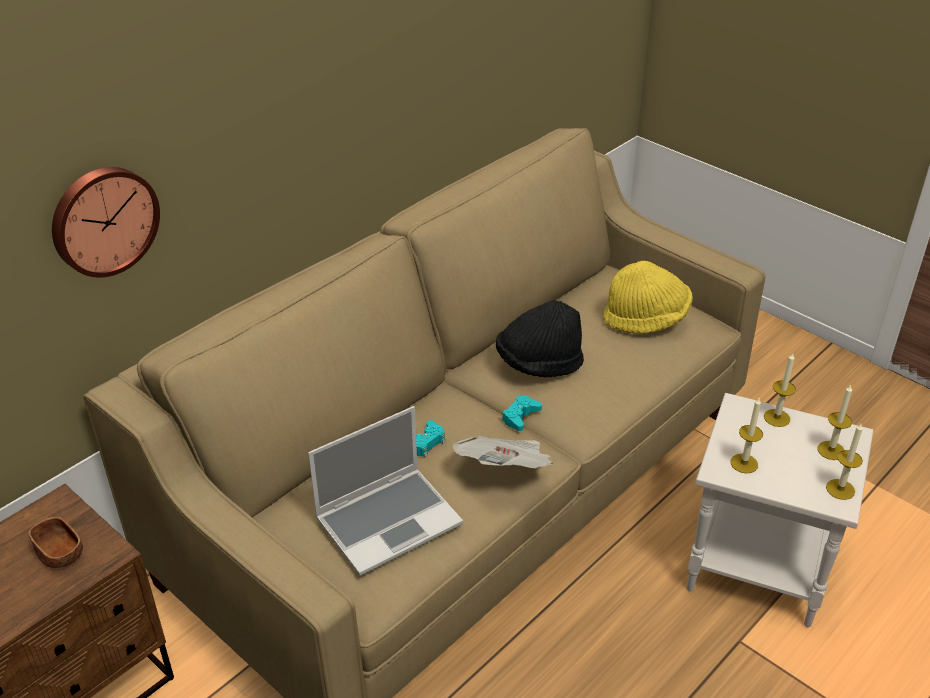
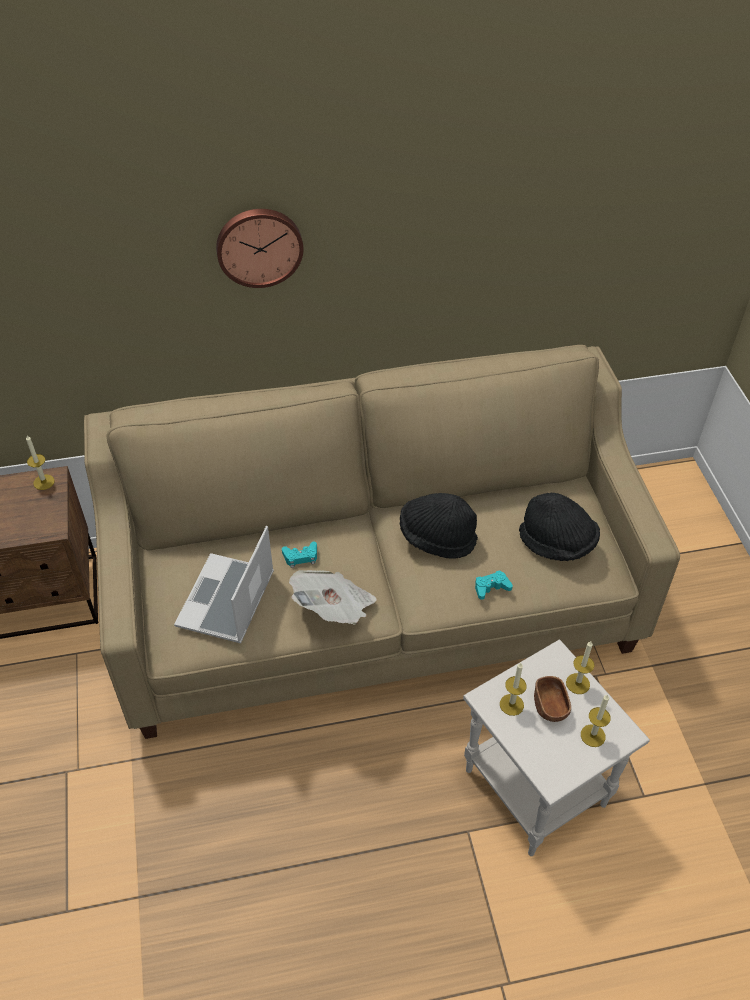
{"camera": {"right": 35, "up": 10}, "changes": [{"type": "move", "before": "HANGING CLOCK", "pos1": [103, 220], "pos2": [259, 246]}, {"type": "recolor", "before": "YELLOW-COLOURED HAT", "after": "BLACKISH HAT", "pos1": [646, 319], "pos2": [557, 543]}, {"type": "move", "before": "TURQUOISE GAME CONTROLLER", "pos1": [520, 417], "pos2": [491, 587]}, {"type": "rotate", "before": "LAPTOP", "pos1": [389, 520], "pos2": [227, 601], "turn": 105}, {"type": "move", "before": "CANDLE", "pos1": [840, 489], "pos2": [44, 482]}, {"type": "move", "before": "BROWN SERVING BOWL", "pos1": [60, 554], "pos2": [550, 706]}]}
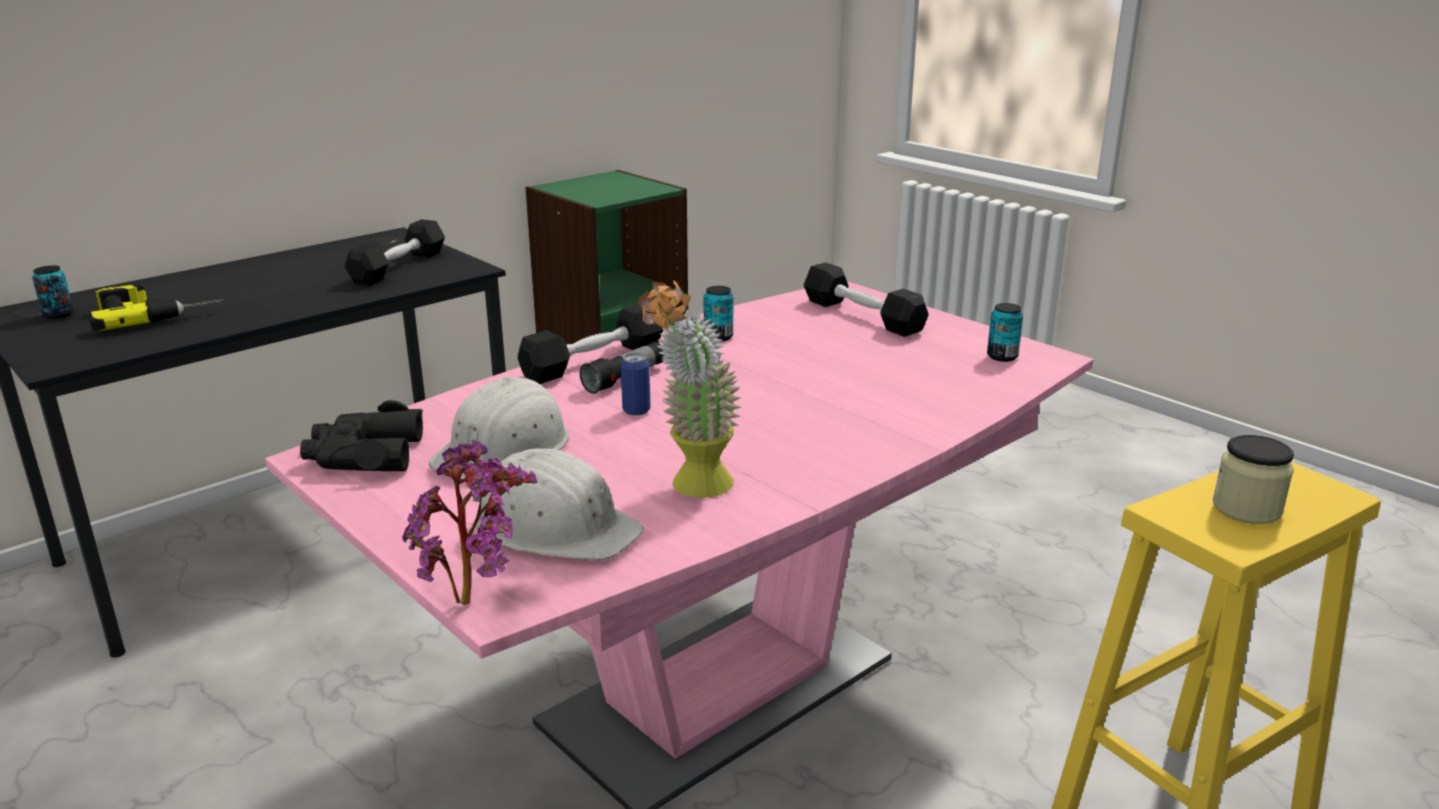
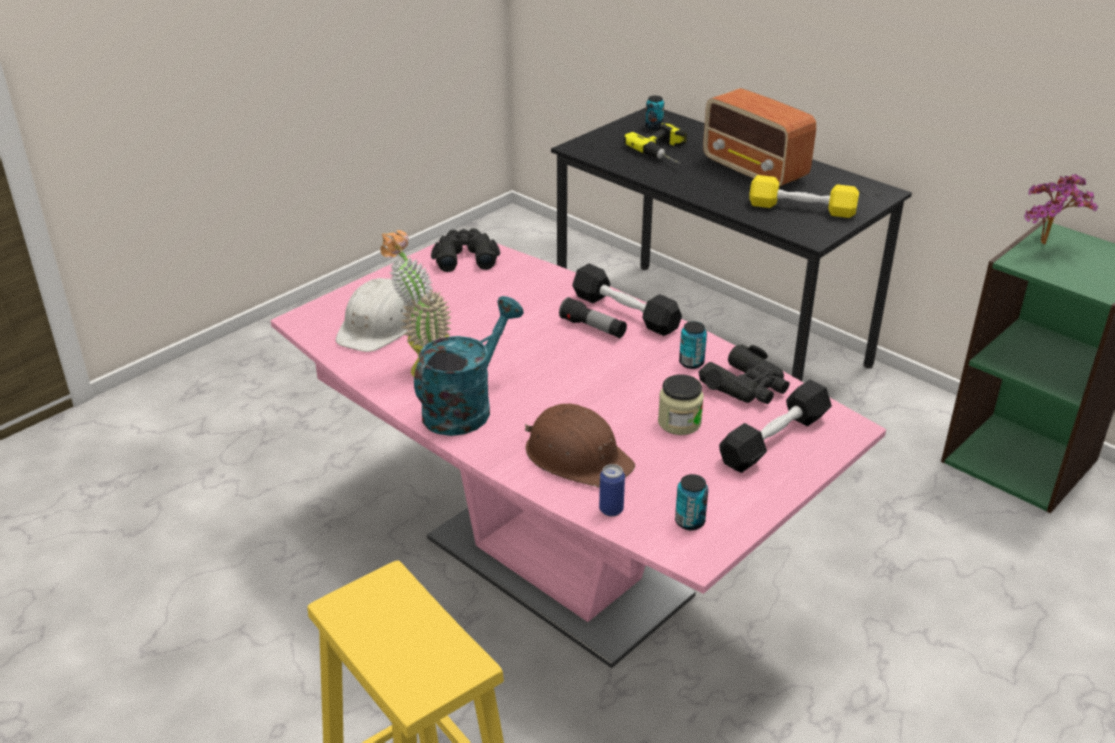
{"camera": {"right": 85, "up": 10}, "changes": [{"type": "recolor", "before": "BLACKISH DUMBBELL", "after": "YELLOW-COLOURED DUMBBELL", "pos1": [399, 267], "pos2": [801, 208]}, {"type": "move", "before": "CAN", "pos1": [636, 411], "pos2": [611, 509]}, {"type": "delete", "before": "WHITE HARD HAT", "pos1": [505, 449]}, {"type": "move", "before": "JAR", "pos1": [1246, 508], "pos2": [679, 422]}, {"type": "move", "before": "HOUSEPLANT", "pos1": [477, 601], "pos2": [1047, 246]}, {"type": "insert", "after": "RADIO SET", "pos2": [755, 170]}, {"type": "insert", "after": "TURQUOISE WATERING CAN", "pos2": [465, 406]}, {"type": "insert", "after": "BLACKISH FIELD GLASSES", "pos2": [746, 386]}, {"type": "insert", "after": "BROWN HARD HAT", "pos2": [577, 456]}]}
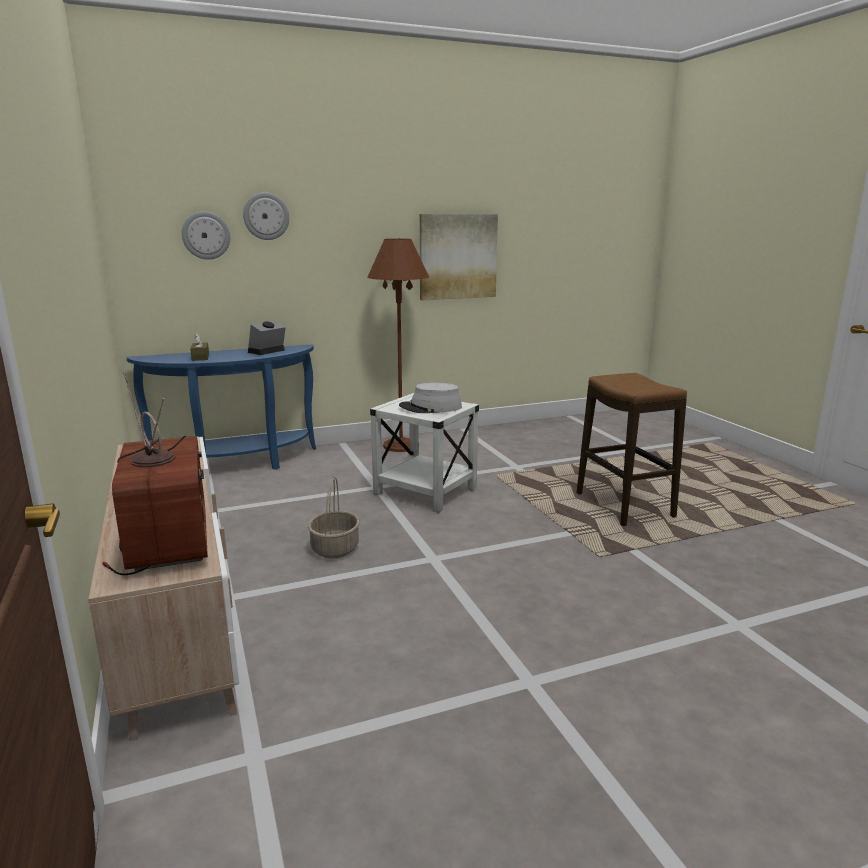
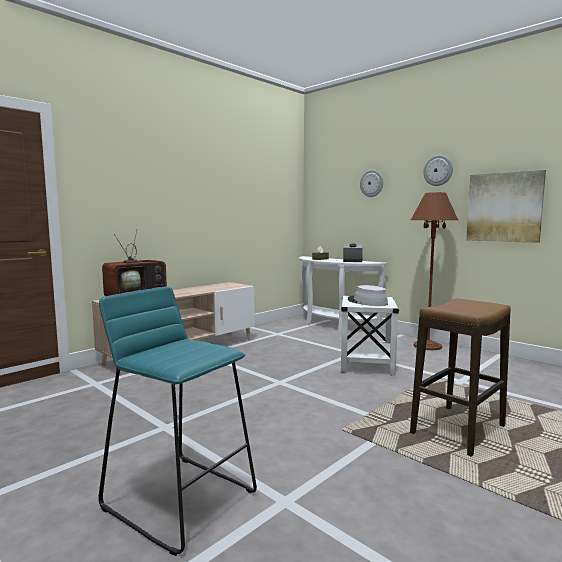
{"camera": {"right": 65, "up": -10}, "changes": [{"type": "move", "before": "HANGING CLOCK", "pos1": [206, 235], "pos2": [438, 170]}, {"type": "recolor", "before": "BLUE CONSOLE TABLE", "after": "WHITE CONSOLE TABLE", "pos1": [236, 465], "pos2": [332, 325]}, {"type": "delete", "before": "HOUSEHOLD BASKET", "pos1": [334, 548]}, {"type": "insert", "after": "TURQUOISE STOOL SEAT", "pos2": [180, 499]}]}
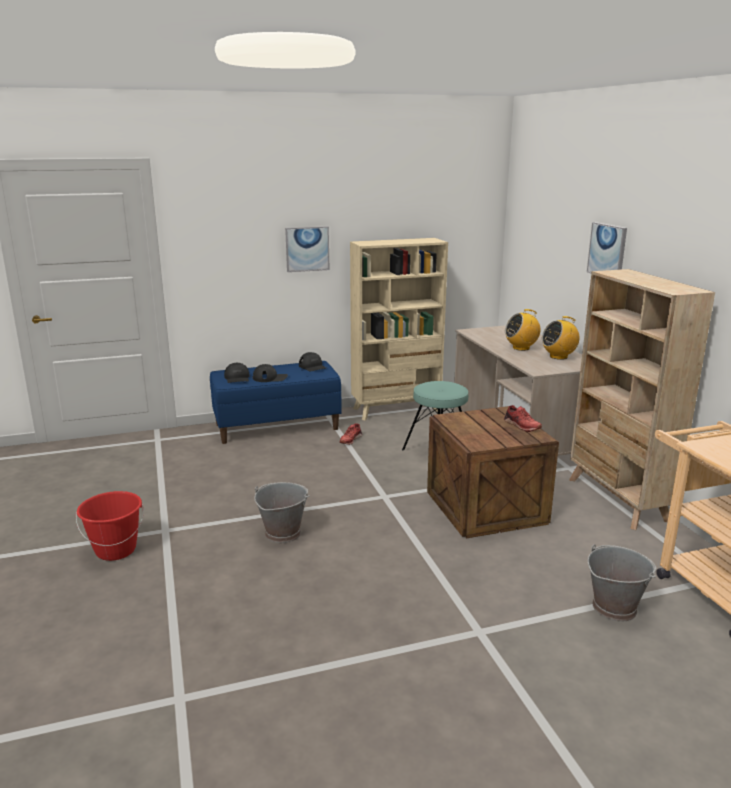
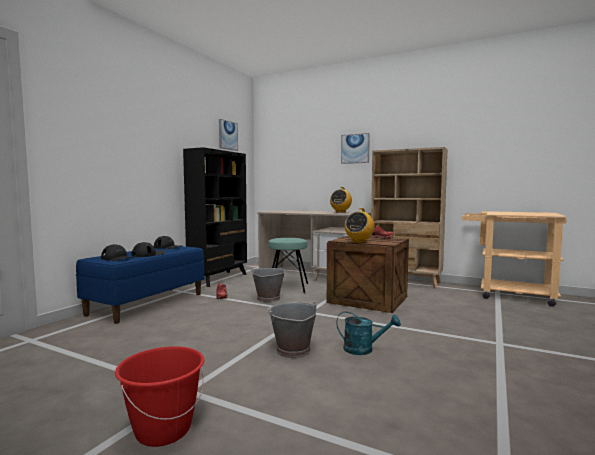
{"camera": {"right": -45, "up": -15}, "changes": [{"type": "move", "before": "WALL PICTURE", "pos1": [307, 249], "pos2": [228, 135]}, {"type": "recolor", "before": "BEIGE BOOKSHELF", "after": "BLACKISH BOOKSHELF", "pos1": [396, 410], "pos2": [219, 278]}, {"type": "move", "before": "RADIO SET", "pos1": [521, 348], "pos2": [359, 242]}, {"type": "move", "before": "GREYISH BUCKET", "pos1": [614, 607], "pos2": [268, 298]}, {"type": "insert", "after": "TURQUOISE WATERING CAN", "pos2": [364, 349]}]}
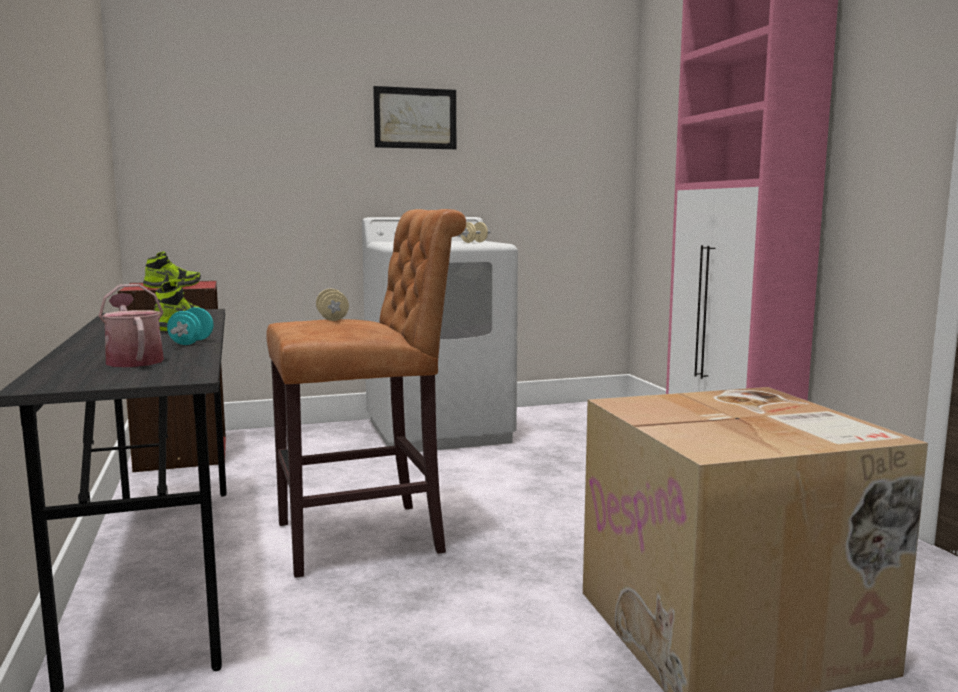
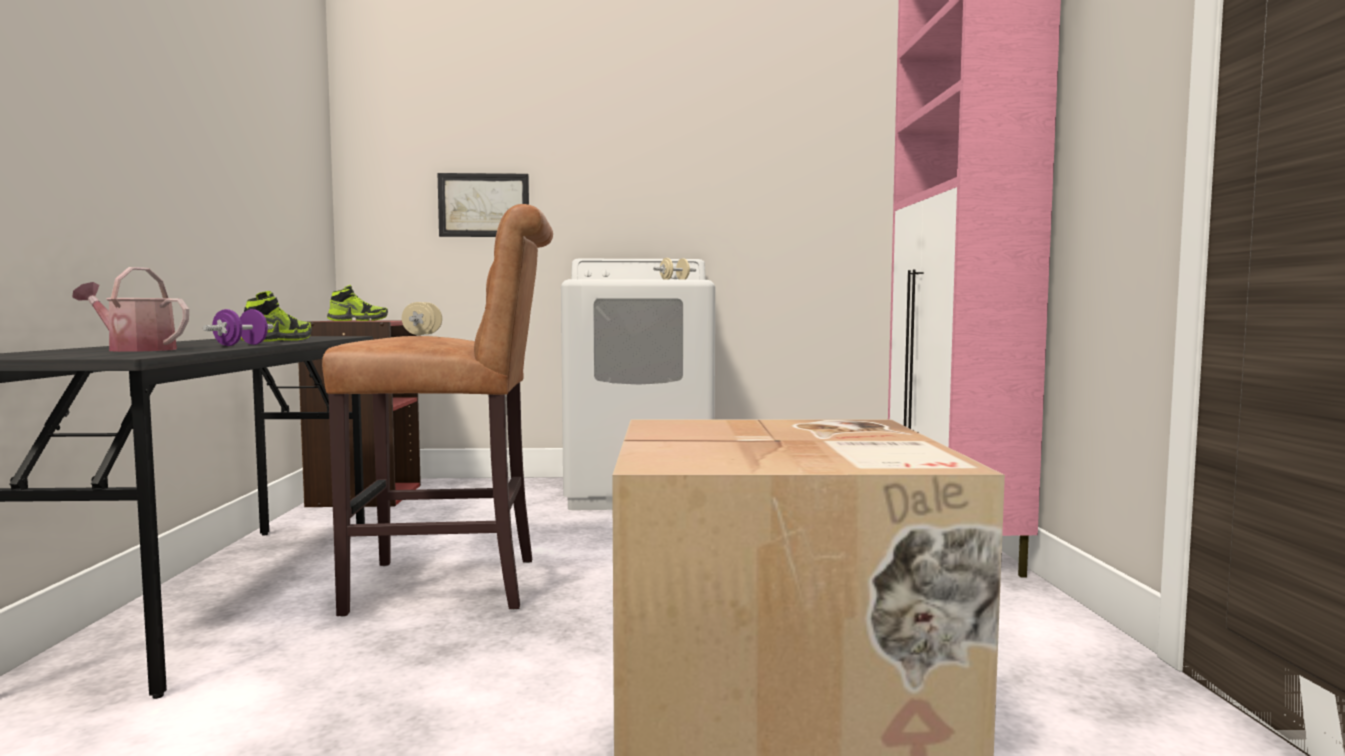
{"camera": {"right": 15, "up": -5}, "changes": [{"type": "move", "before": "WALL PICTURE", "pos1": [415, 118], "pos2": [484, 205]}, {"type": "rotate", "before": "WATERING CAN", "pos1": [133, 360], "pos2": [135, 350], "turn": -60}, {"type": "recolor", "before": "TURQUOISE DUMBBELL", "after": "PURPLE-COLOURED DUMBBELL", "pos1": [191, 342], "pos2": [241, 345]}]}
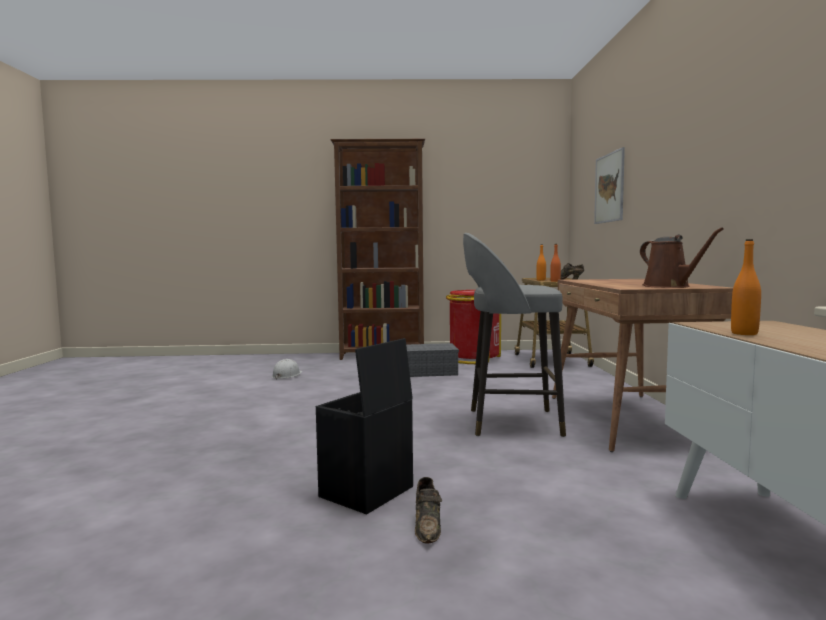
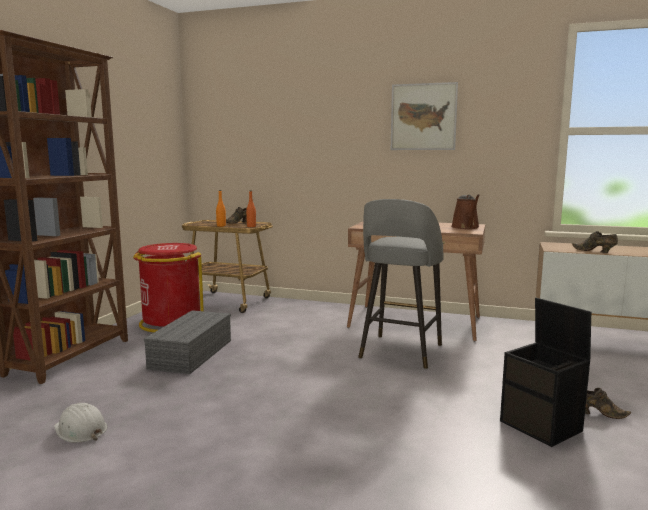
{"camera": {"right": -70, "up": 5}, "changes": [{"type": "move", "before": "WALL PICTURE", "pos1": [609, 188], "pos2": [423, 117]}, {"type": "rotate", "before": "BROWN WATERING CAN", "pos1": [669, 286], "pos2": [466, 227], "turn": 90}, {"type": "replace", "before": "ORANGE BOTTLE", "after": "BROWN LOW SHOE", "pos1": [744, 333], "pos2": [595, 251]}]}
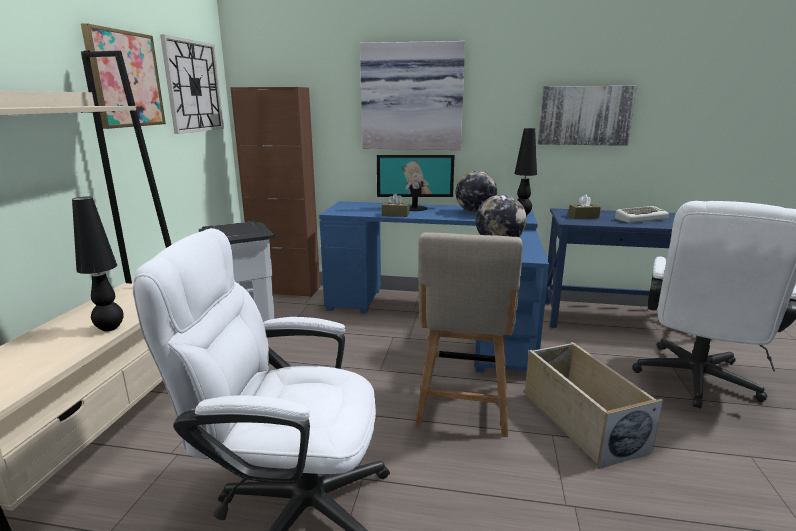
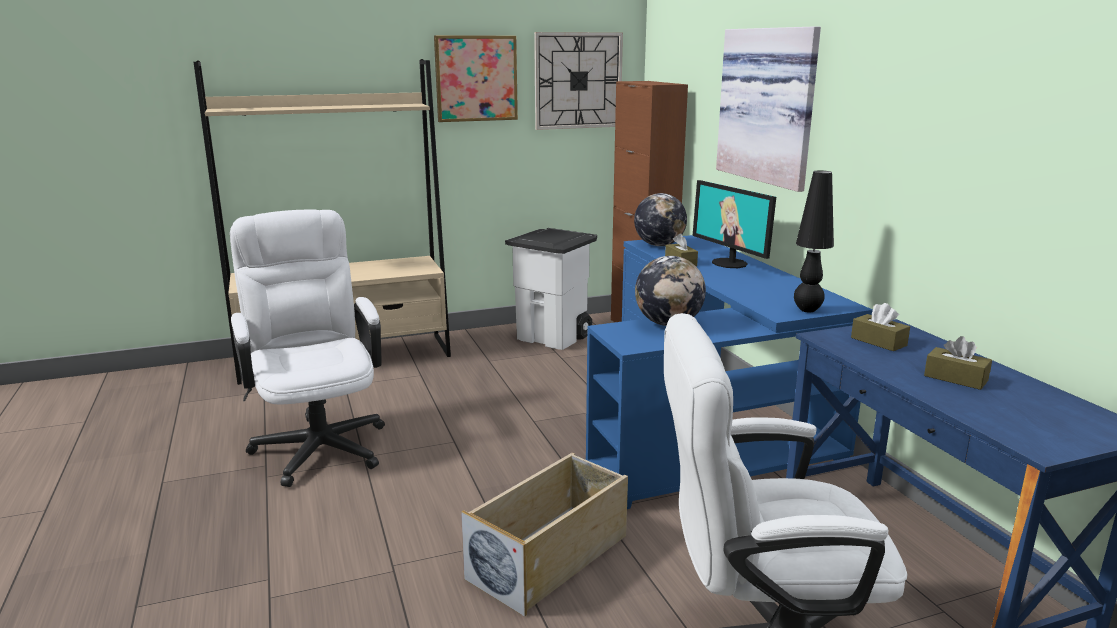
{"camera": {"right": 60, "up": 0}, "changes": [{"type": "delete", "before": "WALL PICTURE", "pos1": [584, 115]}, {"type": "move", "before": "WORLD GLOBE", "pos1": [475, 212], "pos2": [659, 245]}, {"type": "delete", "before": "BLACKISH LAMP FOR A TABLE", "pos1": [110, 328]}, {"type": "replace", "before": "COMPUTER KEYBOARD", "after": "BROWN TISSUE BOX", "pos1": [640, 219], "pos2": [955, 378]}, {"type": "delete", "before": "BEIGE UPRIGHT CHAIR", "pos1": [463, 408]}]}
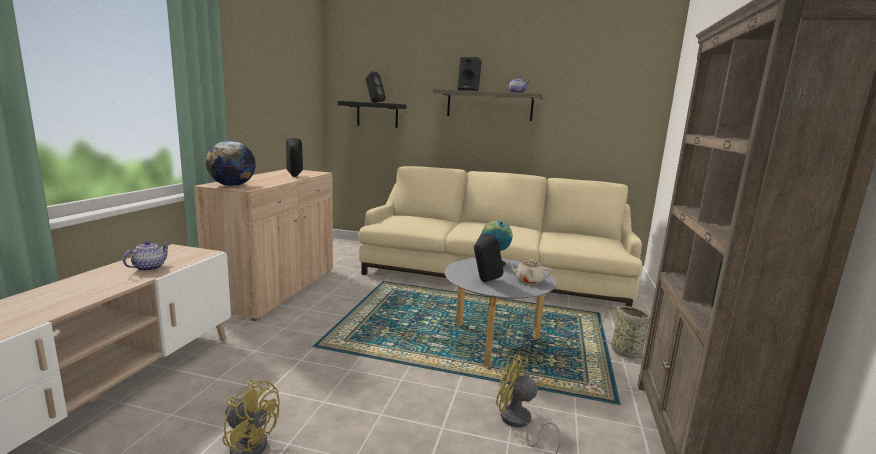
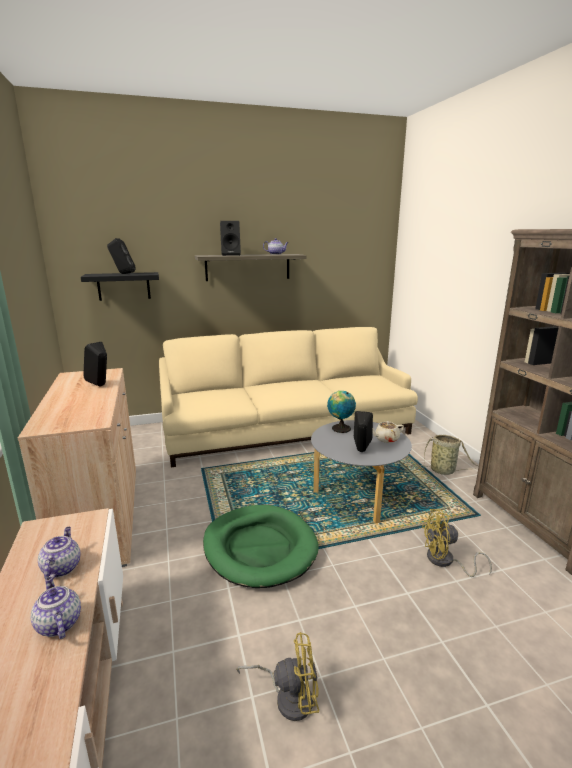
{"camera": {"right": -30, "up": 5}, "changes": [{"type": "delete", "before": "WORLD GLOBE", "pos1": [232, 185]}, {"type": "insert", "after": "GREENISH DOG BED", "pos2": [259, 548]}, {"type": "insert", "after": "POT FOR TEA", "pos2": [58, 623]}]}
